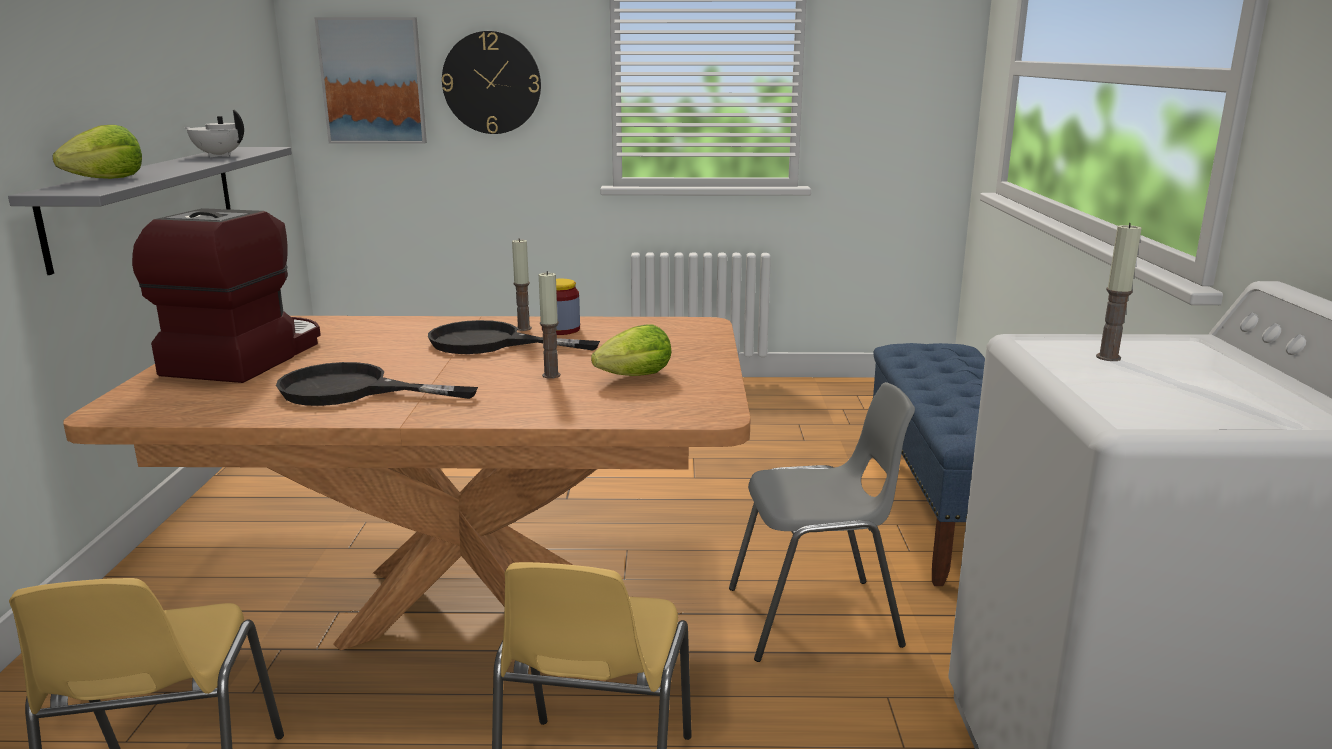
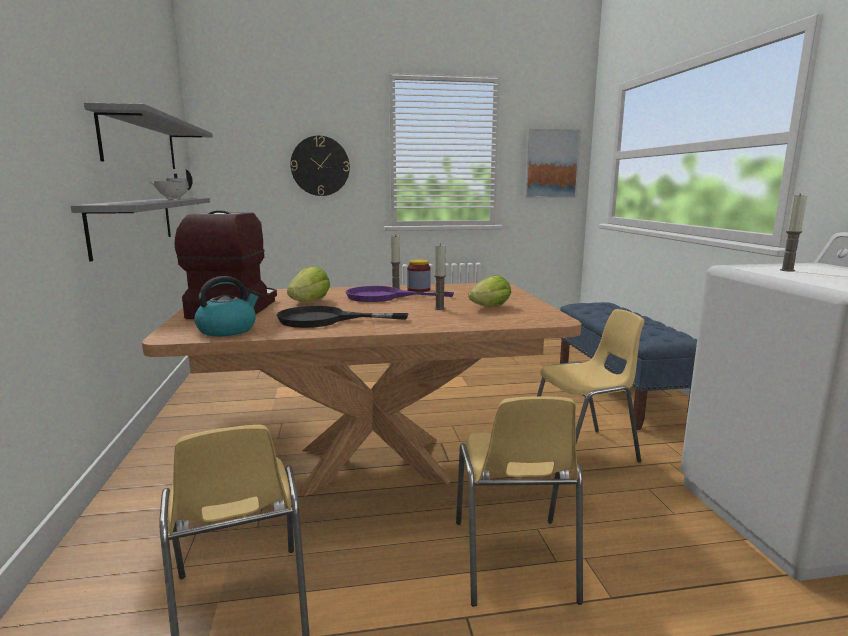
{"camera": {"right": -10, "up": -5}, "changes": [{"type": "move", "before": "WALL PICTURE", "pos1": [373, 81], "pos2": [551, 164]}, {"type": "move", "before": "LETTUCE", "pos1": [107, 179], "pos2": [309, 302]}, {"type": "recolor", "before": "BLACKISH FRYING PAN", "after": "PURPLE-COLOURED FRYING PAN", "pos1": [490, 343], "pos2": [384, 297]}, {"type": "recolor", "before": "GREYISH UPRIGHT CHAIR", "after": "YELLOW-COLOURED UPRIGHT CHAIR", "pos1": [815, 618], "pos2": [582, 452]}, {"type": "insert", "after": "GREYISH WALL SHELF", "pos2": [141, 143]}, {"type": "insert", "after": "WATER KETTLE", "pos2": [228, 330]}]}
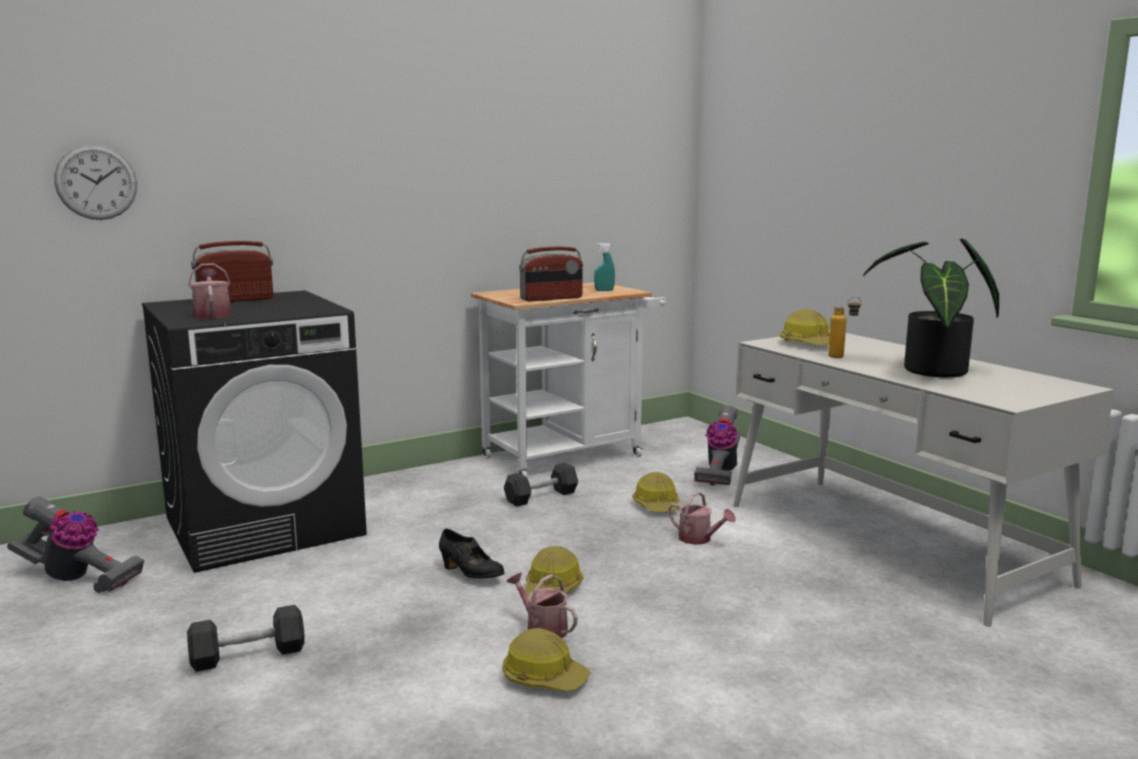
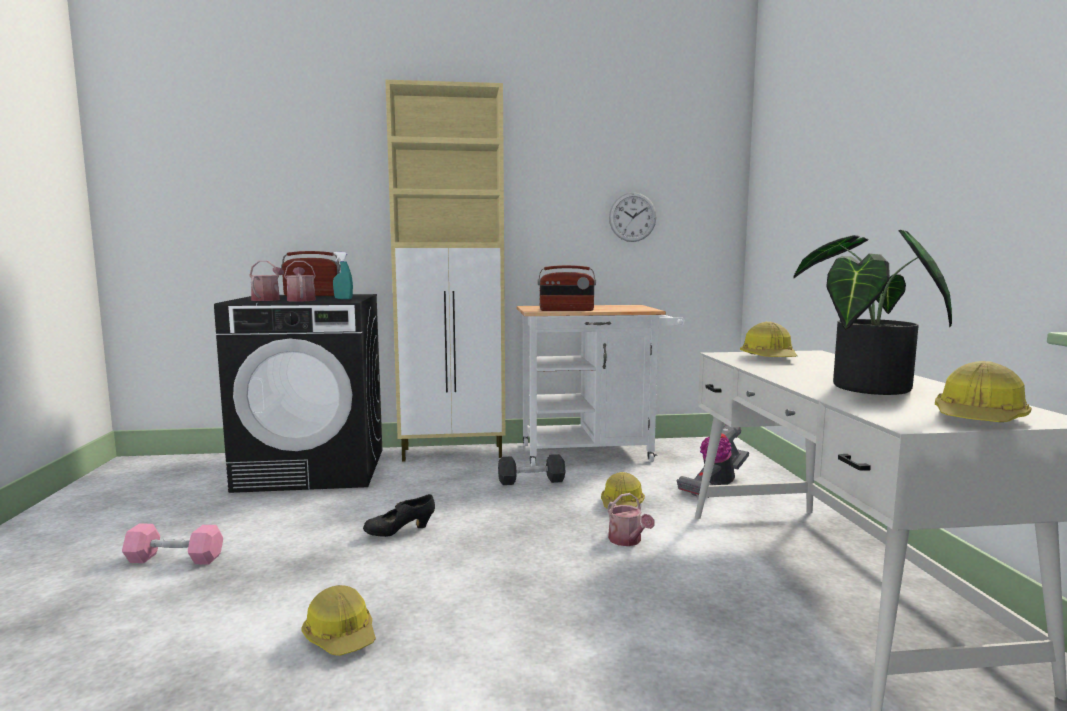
{"camera": {"right": 25, "up": -5}, "changes": [{"type": "move", "before": "HANGING CLOCK", "pos1": [96, 182], "pos2": [632, 217]}, {"type": "move", "before": "TURQUOISE SPRAYER", "pos1": [604, 290], "pos2": [343, 299]}, {"type": "delete", "before": "BOTTLE", "pos1": [842, 357]}, {"type": "delete", "before": "VACUUM", "pos1": [77, 579]}, {"type": "rotate", "before": "BLACKISH LOW SHOE", "pos1": [470, 574], "pos2": [400, 532], "turn": 90}, {"type": "move", "before": "HARD HAT", "pos1": [553, 588], "pos2": [979, 419]}, {"type": "move", "before": "WATERING CAN", "pos1": [542, 628], "pos2": [301, 300]}, {"type": "recolor", "before": "BLACKISH DUMBBELL", "after": "PINKISH DUMBBELL", "pos1": [248, 655], "pos2": [175, 559]}, {"type": "insert", "after": "BEIGE CABINET", "pos2": [454, 453]}]}
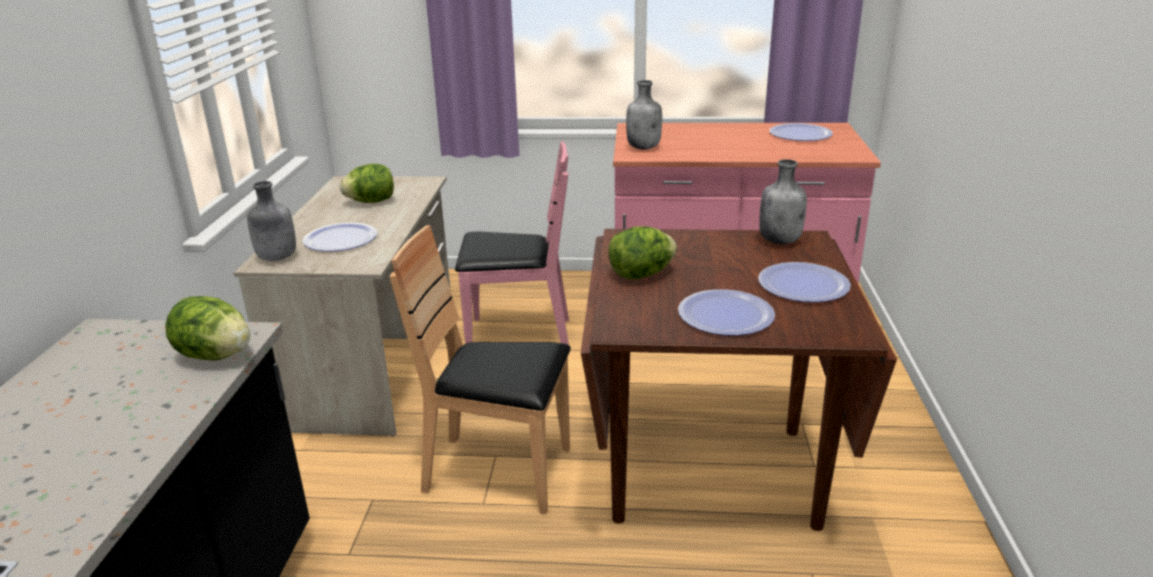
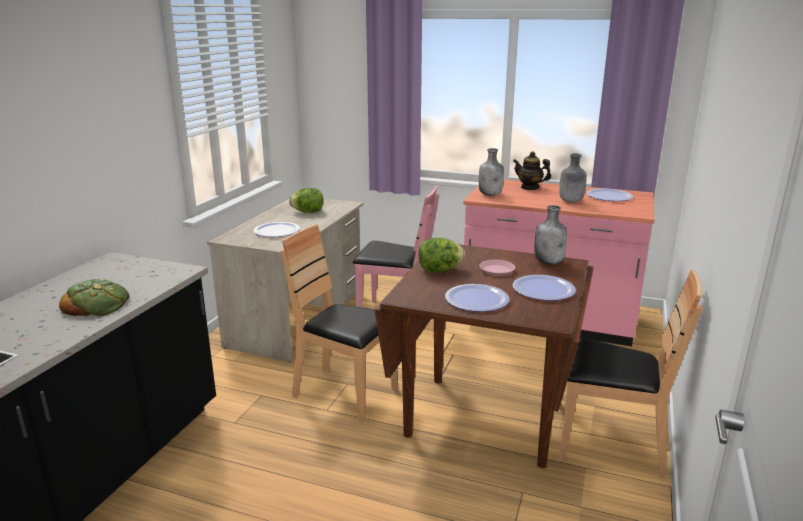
{"camera": {"right": 15, "up": -5}, "changes": [{"type": "move", "before": "GREYISH BOTTLE", "pos1": [277, 258], "pos2": [570, 201]}, {"type": "delete", "before": "LETTUCE", "pos1": [215, 356]}, {"type": "insert", "after": "POT FOR TEA", "pos2": [530, 187]}, {"type": "insert", "after": "PINKISH DINNER PLATE", "pos2": [497, 270]}, {"type": "insert", "after": "BROWN UPRIGHT CHAIR", "pos2": [610, 446]}, {"type": "insert", "after": "BAKED BREAD", "pos2": [96, 304]}]}
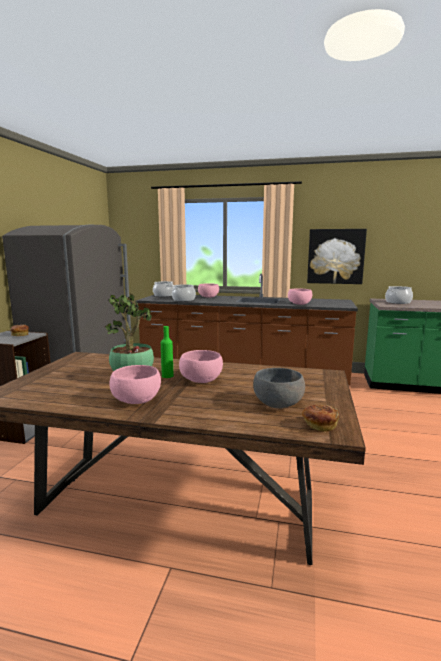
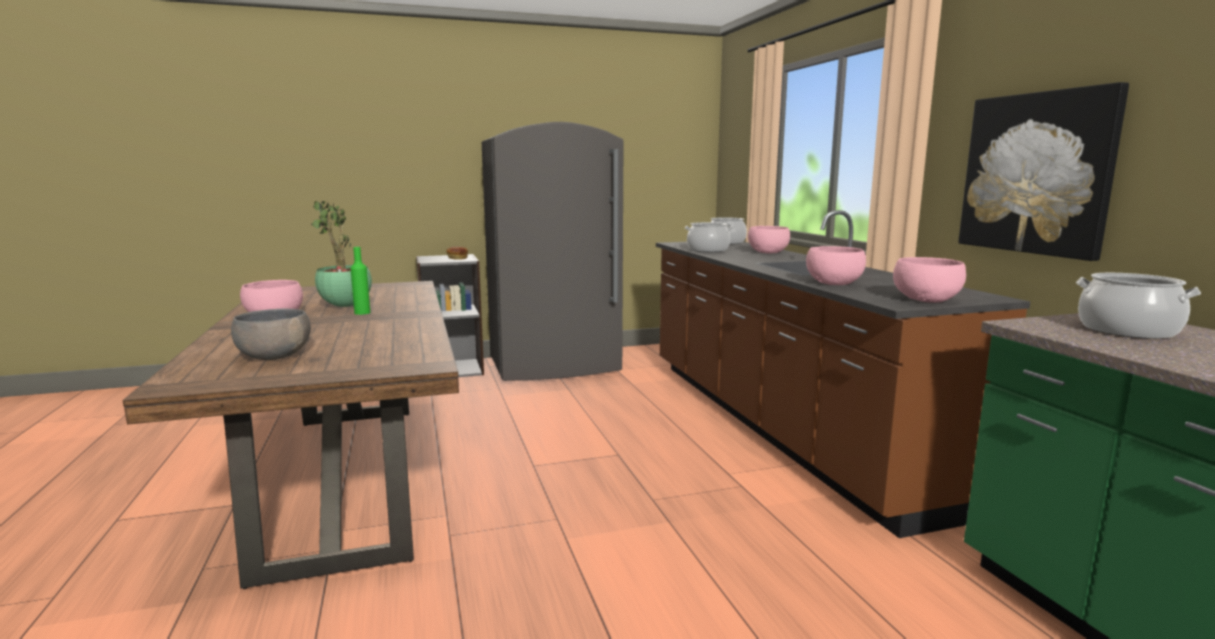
{"camera": {"right": 60, "up": 0}, "changes": [{"type": "move", "before": "PINKISH SERVING BOWL", "pos1": [201, 380], "pos2": [925, 299]}, {"type": "delete", "before": "BAKED BREAD", "pos1": [319, 425]}]}
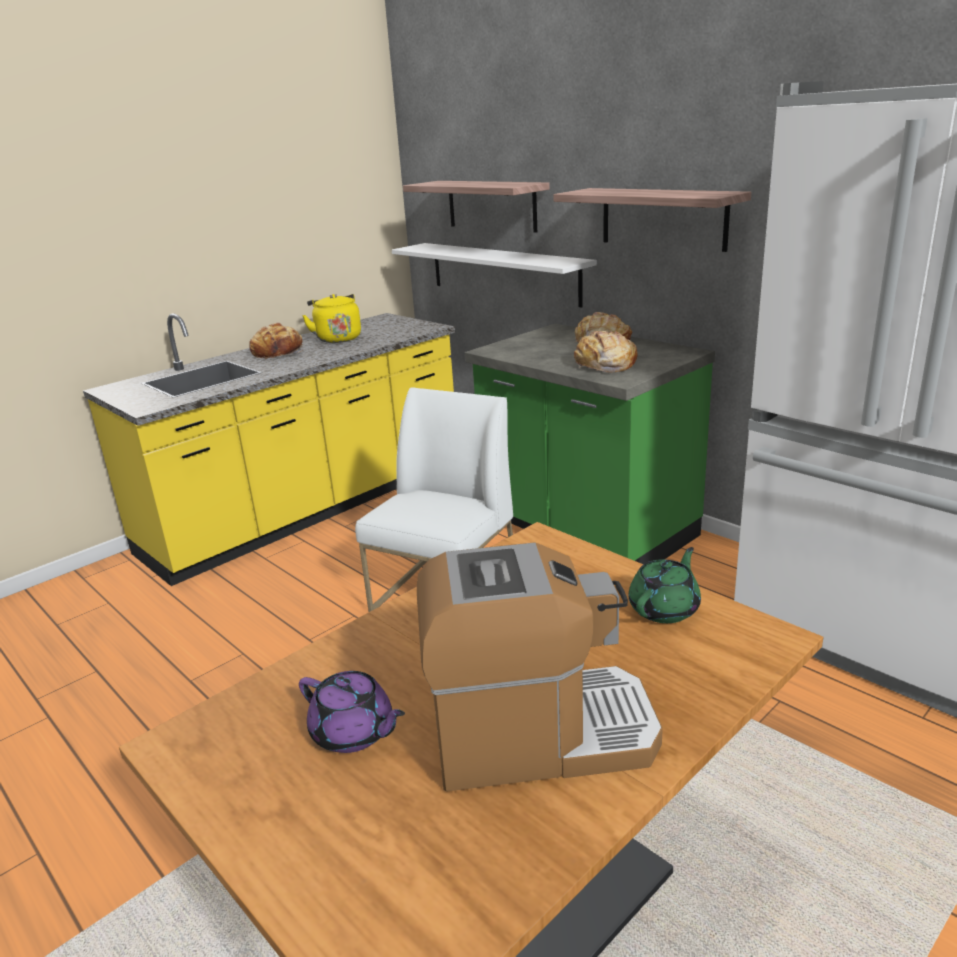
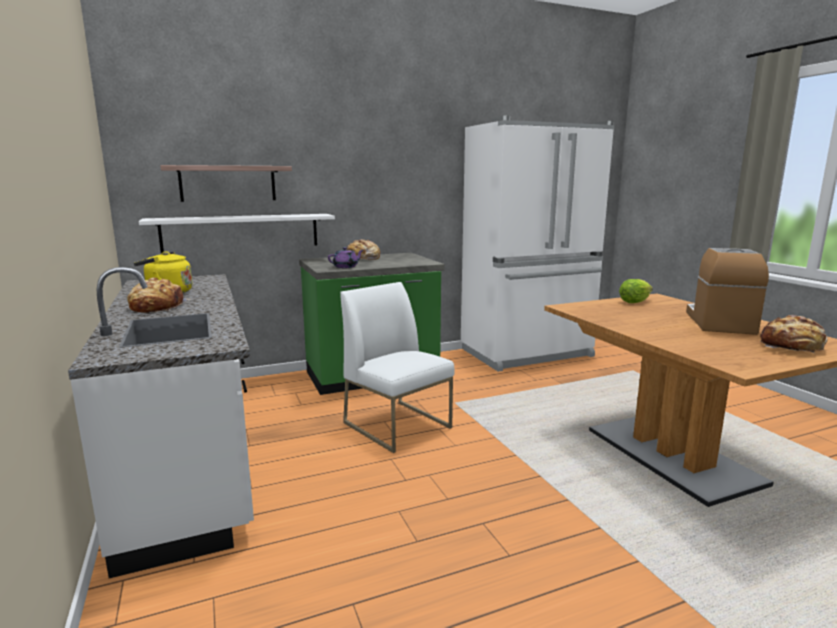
{"camera": {"right": -70, "up": -10}, "changes": [{"type": "delete", "before": "WALL SHELF", "pos1": [663, 218]}, {"type": "recolor", "before": "YELLOW-COLOURED COUNTER", "after": "WHITE COUNTER", "pos1": [310, 509], "pos2": [191, 457]}, {"type": "move", "before": "BAKED BREAD", "pos1": [604, 365], "pos2": [791, 347]}, {"type": "replace", "before": "GREENISH POT FOR TEA", "after": "LETTUCE", "pos1": [665, 608], "pos2": [634, 302]}, {"type": "move", "before": "PURPLE-COLOURED POT FOR TEA", "pos1": [353, 733], "pos2": [346, 267]}]}
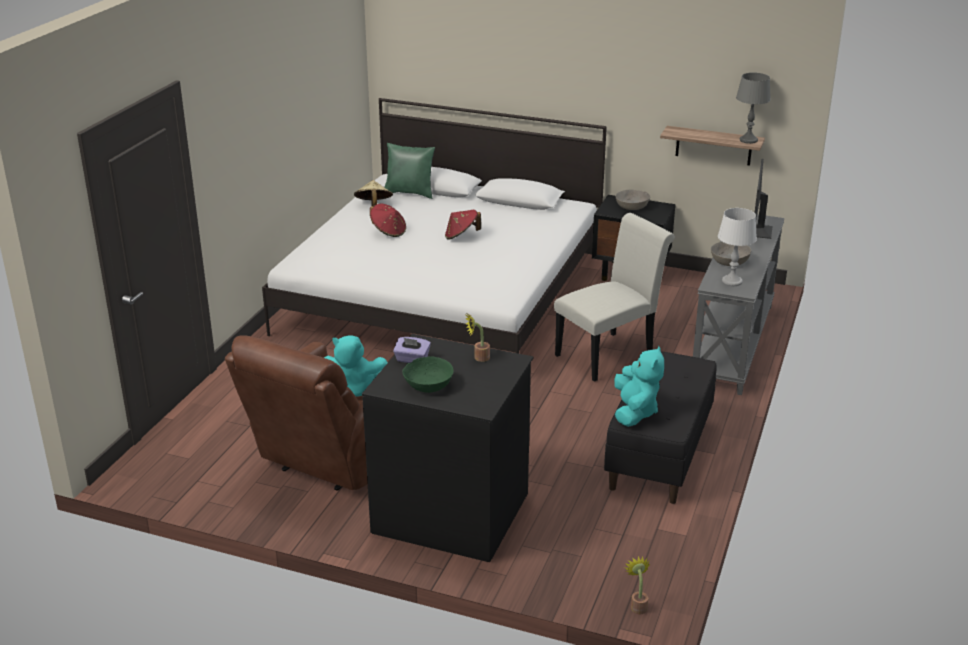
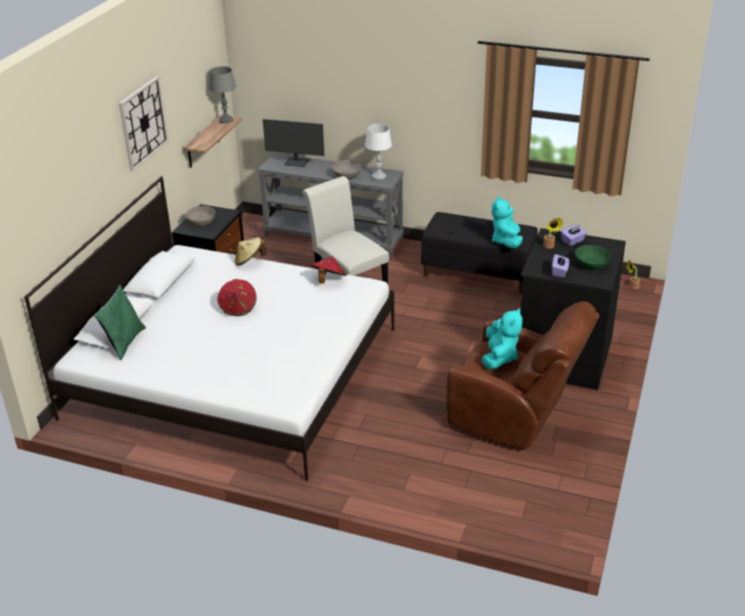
{"camera": {"right": -90, "up": 5}, "changes": [{"type": "move", "before": "BEIGE HAT", "pos1": [373, 205], "pos2": [249, 261]}, {"type": "move", "before": "RED HAT", "pos1": [388, 232], "pos2": [328, 280]}, {"type": "rotate", "before": "TURQUOISE CUDDLY TOY", "pos1": [635, 412], "pos2": [506, 241], "turn": -90}, {"type": "insert", "after": "HANGING CLOCK", "pos2": [143, 123]}, {"type": "insert", "after": "PURPLE-COLOURED TISSUE BOX", "pos2": [573, 241]}]}
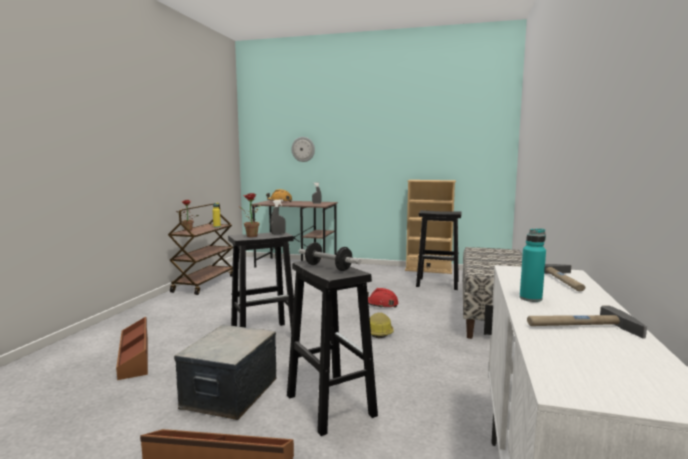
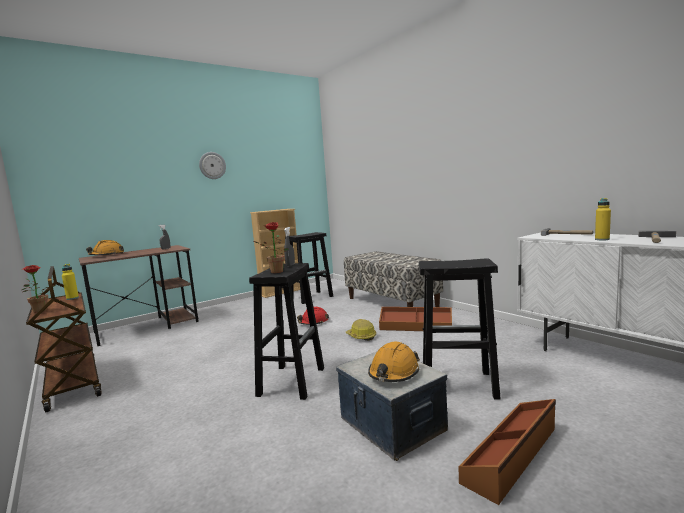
{"camera": {"right": -50, "up": 0}, "changes": [{"type": "move", "before": "HANGING CLOCK", "pos1": [303, 149], "pos2": [212, 165]}, {"type": "recolor", "before": "TURQUOISE BOTTLE", "after": "YELLOW-COLOURED BOTTLE", "pos1": [530, 298], "pos2": [602, 239]}, {"type": "delete", "before": "DUMBBELL", "pos1": [328, 267]}, {"type": "move", "before": "BROWN STORAGE BOX", "pos1": [135, 356], "pos2": [415, 327]}, {"type": "insert", "after": "ORANGE HARD HAT", "pos2": [393, 373]}]}
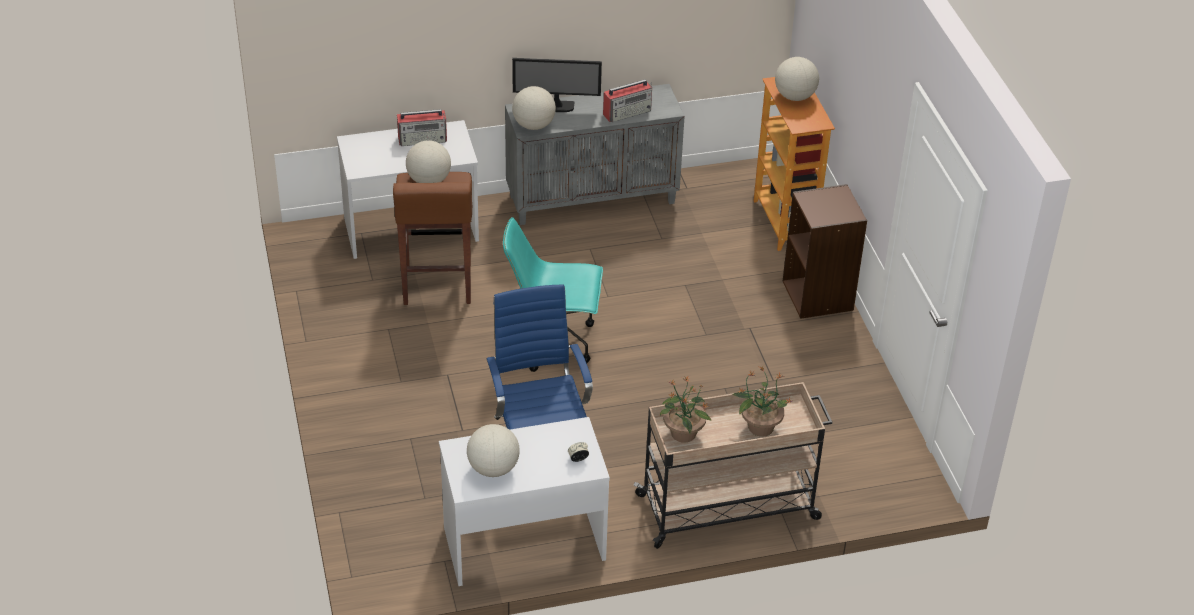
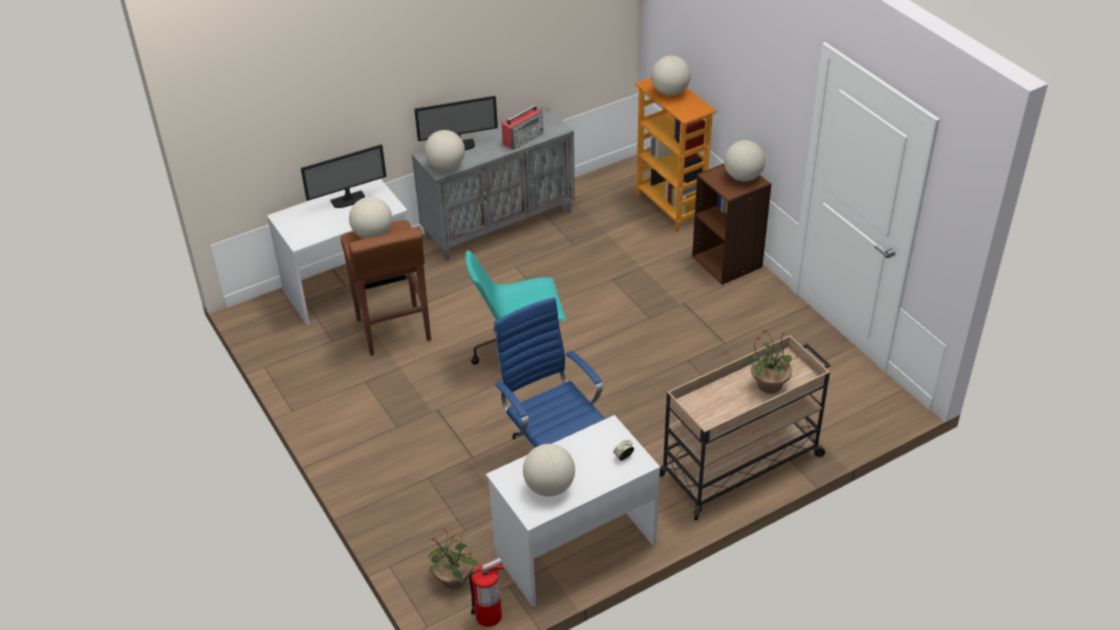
{"camera": {"right": -15, "up": 0}, "changes": [{"type": "replace", "before": "RADIO SET", "after": "COMPUTER DISPLAY", "pos1": [423, 139], "pos2": [348, 200]}, {"type": "move", "before": "HOUSEPLANT", "pos1": [683, 434], "pos2": [454, 579]}, {"type": "insert", "after": "WORLD GLOBE", "pos2": [743, 177]}, {"type": "insert", "after": "FIRE-FIGHTING CYLINDER", "pos2": [489, 615]}]}
